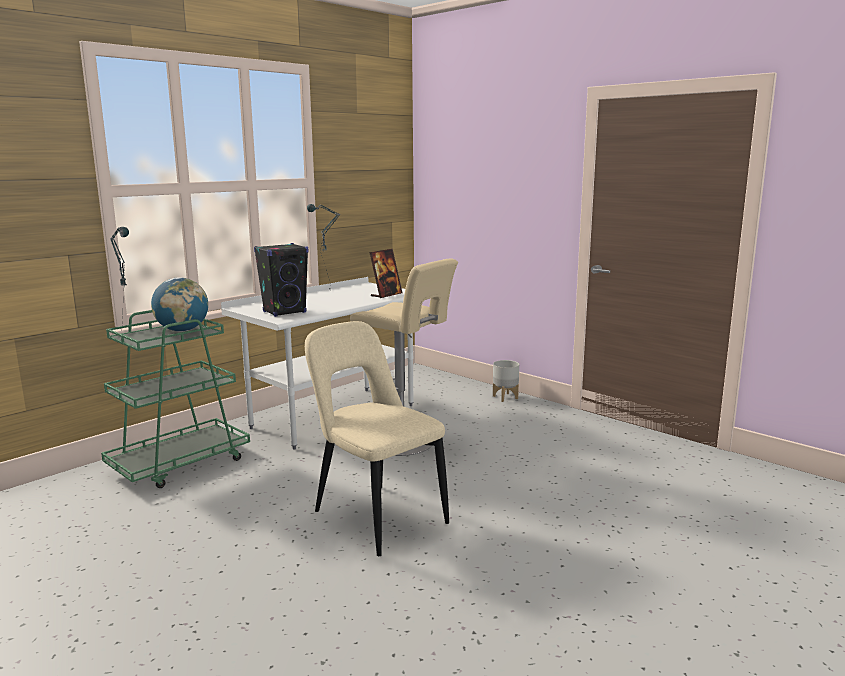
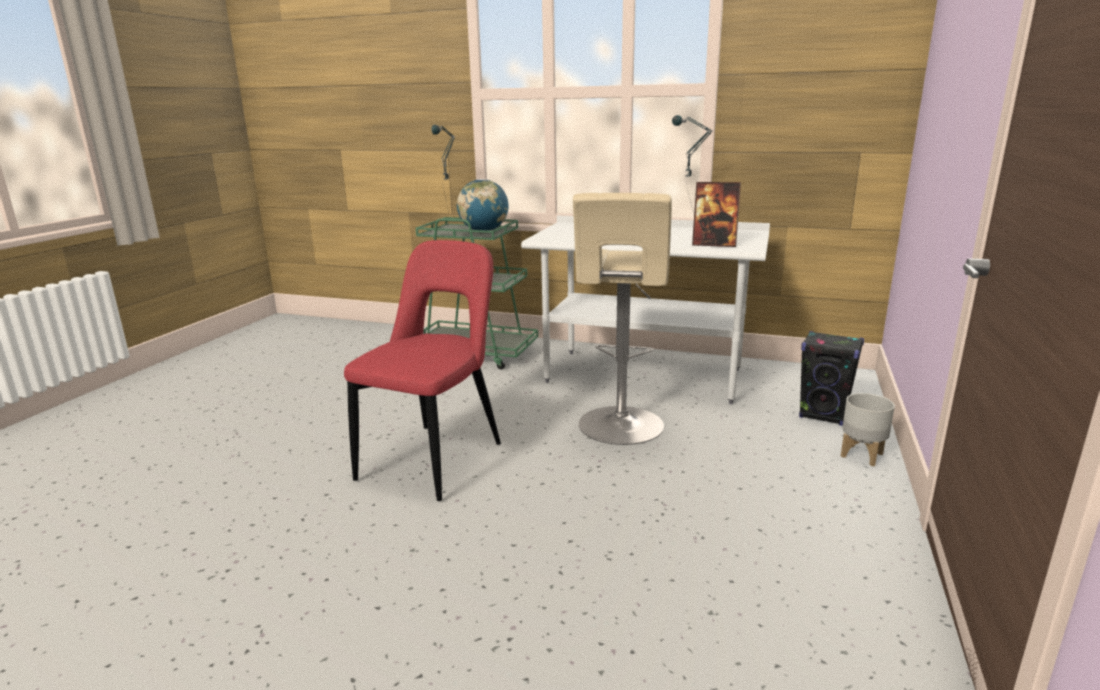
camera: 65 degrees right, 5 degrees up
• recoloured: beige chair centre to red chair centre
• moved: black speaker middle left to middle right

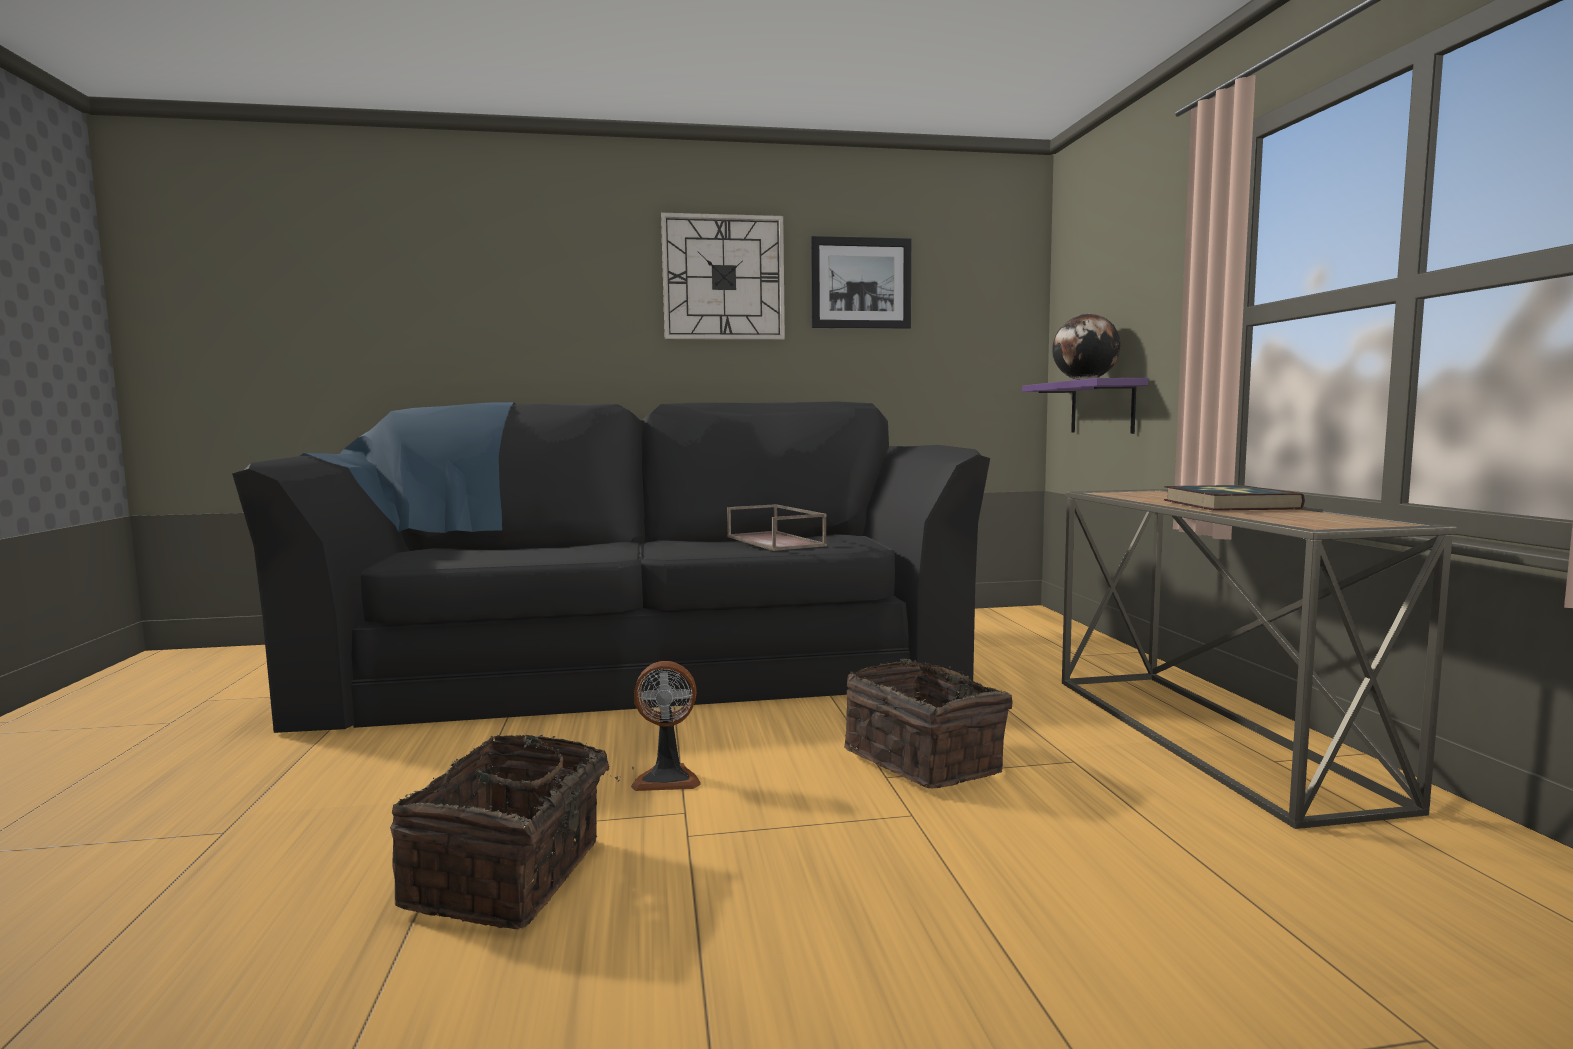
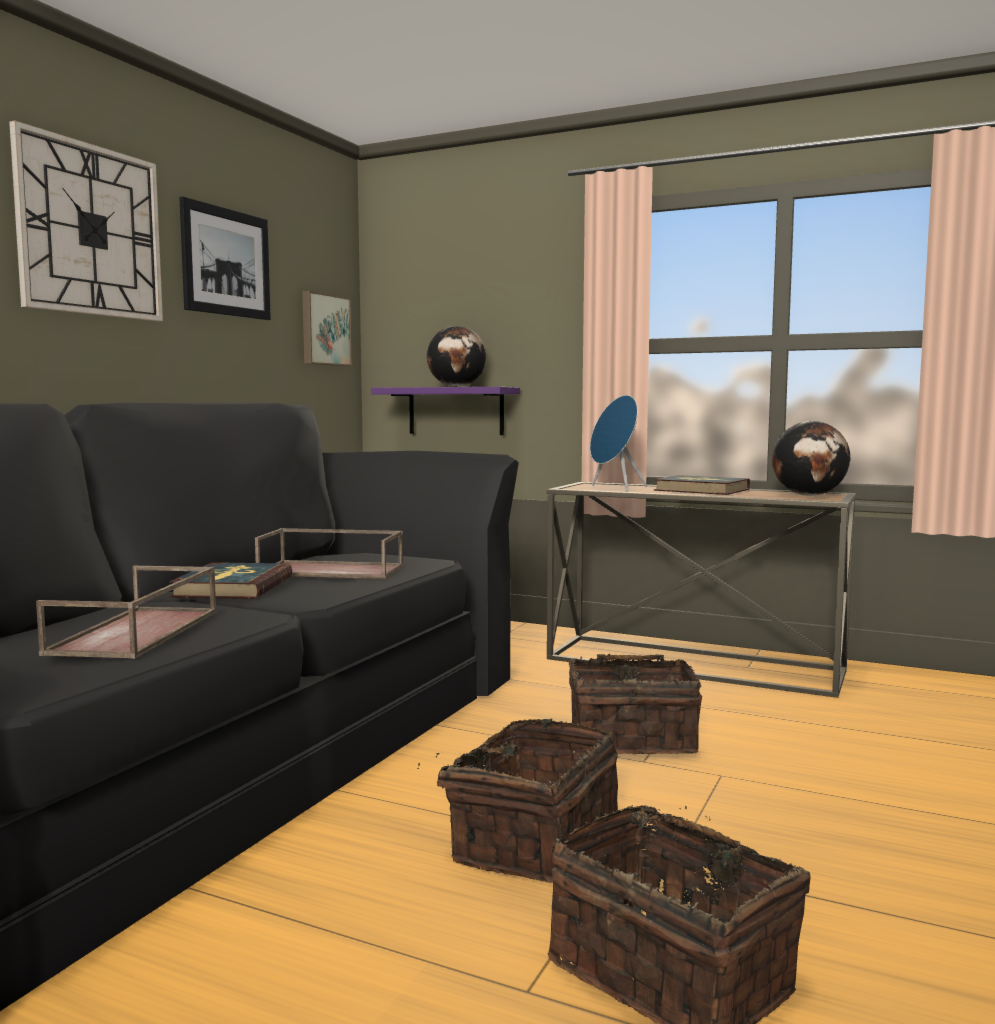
camera: 55 degrees left, 0 degrees up
• added: brown tray (1st from left) middle left
• added: book (1st from left) middle left
• added: picture (2nd from left) top left
• replaced: fan bottom centre to basket (1st from left) bottom centre
• added: blue speaker centre
• added: globe (2nd from left) middle right

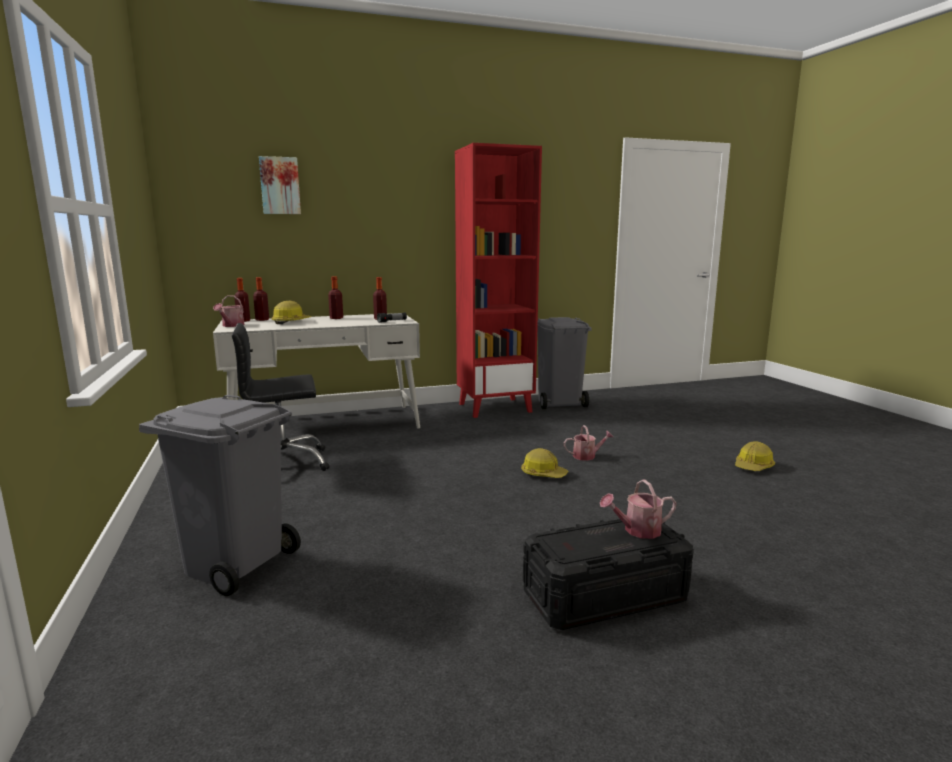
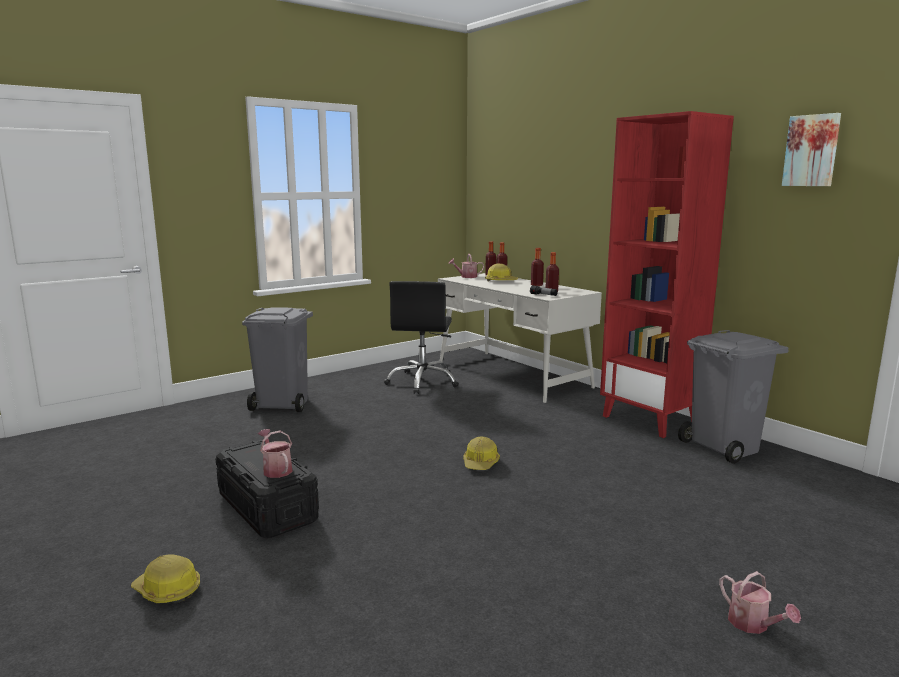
camera: 70 degrees right, 0 degrees up
• moved: hard hat (3rd from left in the first image) middle right to hard hat (1st from left) bottom left
• turned: black office chair middle left = centre 135 degrees counterclockwise
• moved: watering can (2nd from left in the first image) centre to watering can (3rd from left) bottom right
• moved: picture top left to top right

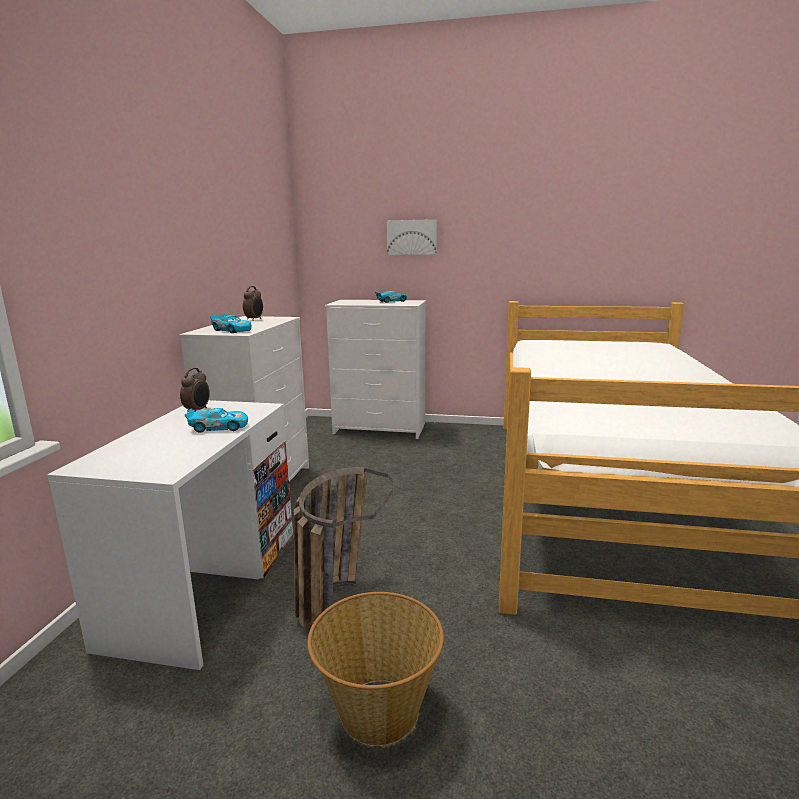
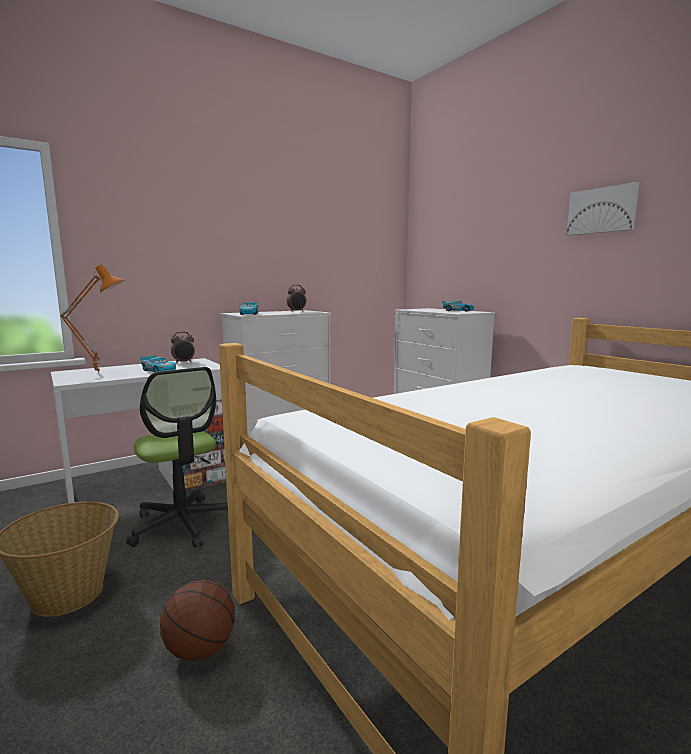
camera: 45 degrees right, 5 degrees down
• added: orange table lamp middle left
• replaced: basket (1st from left) bottom centre to office chair middle left
• added: basketball bottom left
• moved: picture top centre to top right

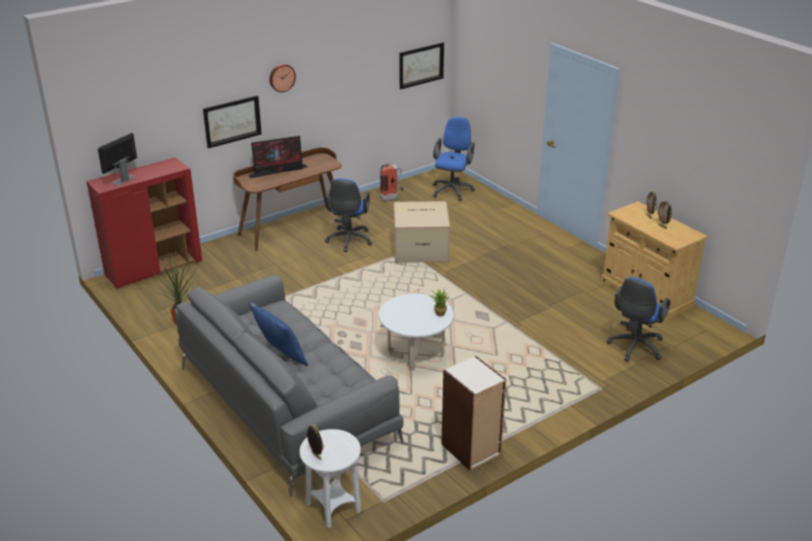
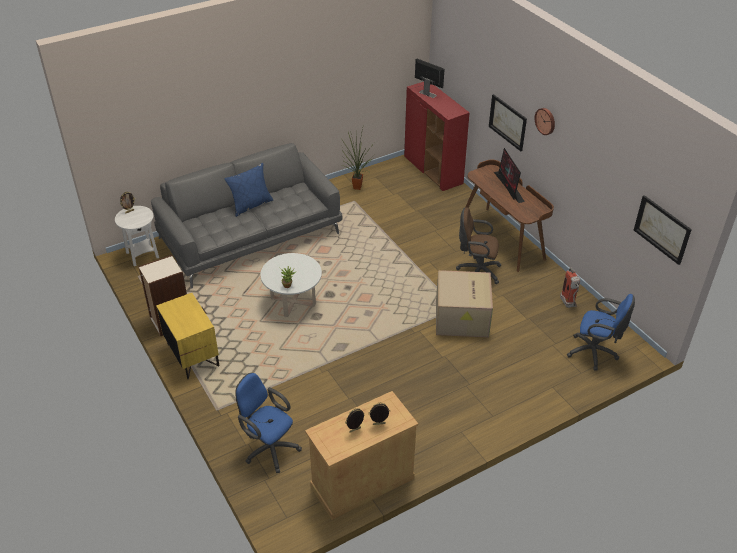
camera: 95 degrees right, 10 degrees up
• added: yellow nightstand middle left
• recoloured: blue office chair (1st from left) centre to brown office chair centre

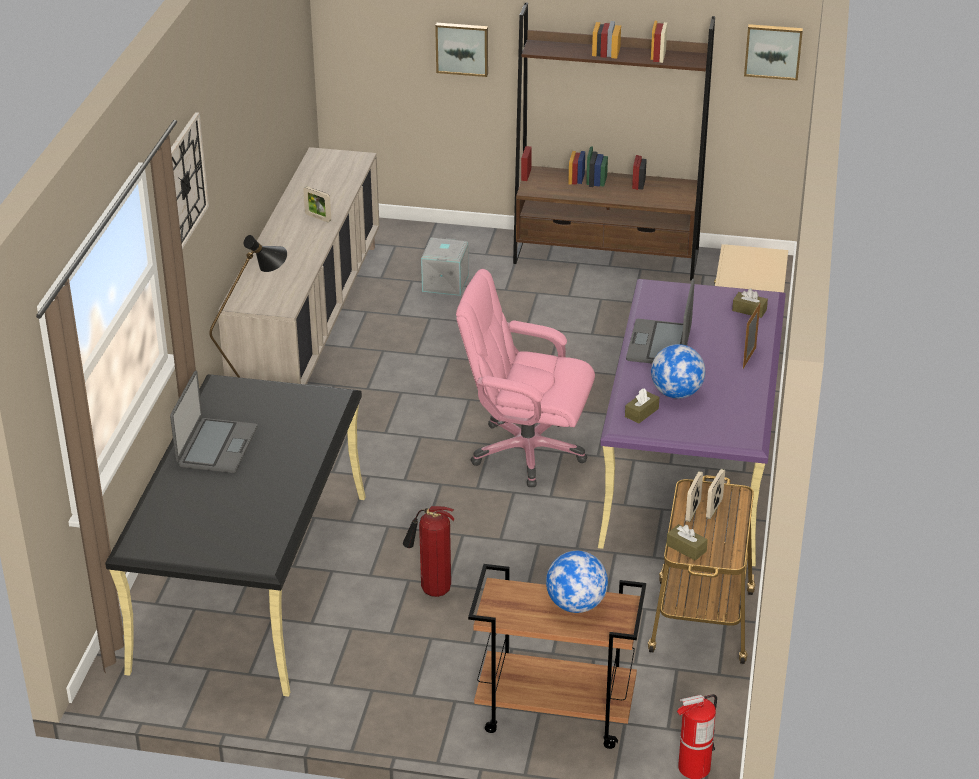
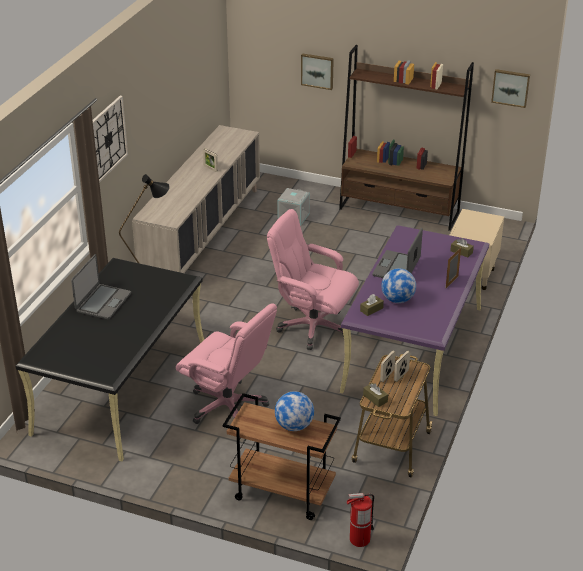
camera: 10 degrees right, 0 degrees up
• replaced: fire extinguisher (1st from left) bottom centre to pink office chair (1st from left) centre

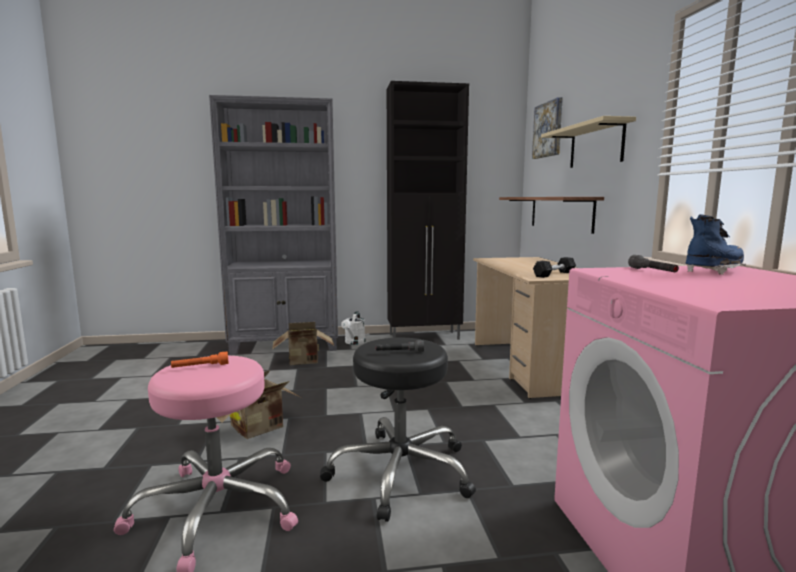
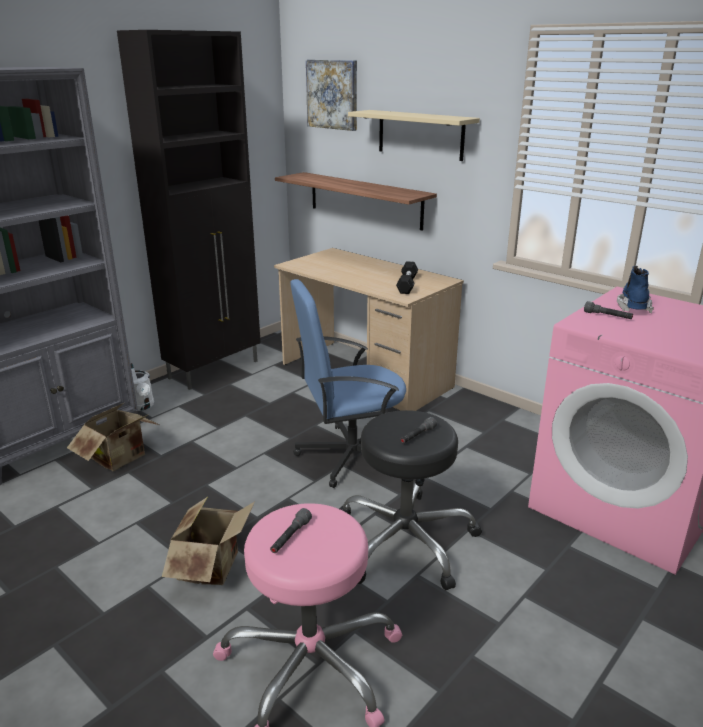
camera: 40 degrees left, 15 degrees up
• recoloured: orange flashlight middle left to grey flashlight (1st from left) bottom centre
• added: blue office chair centre

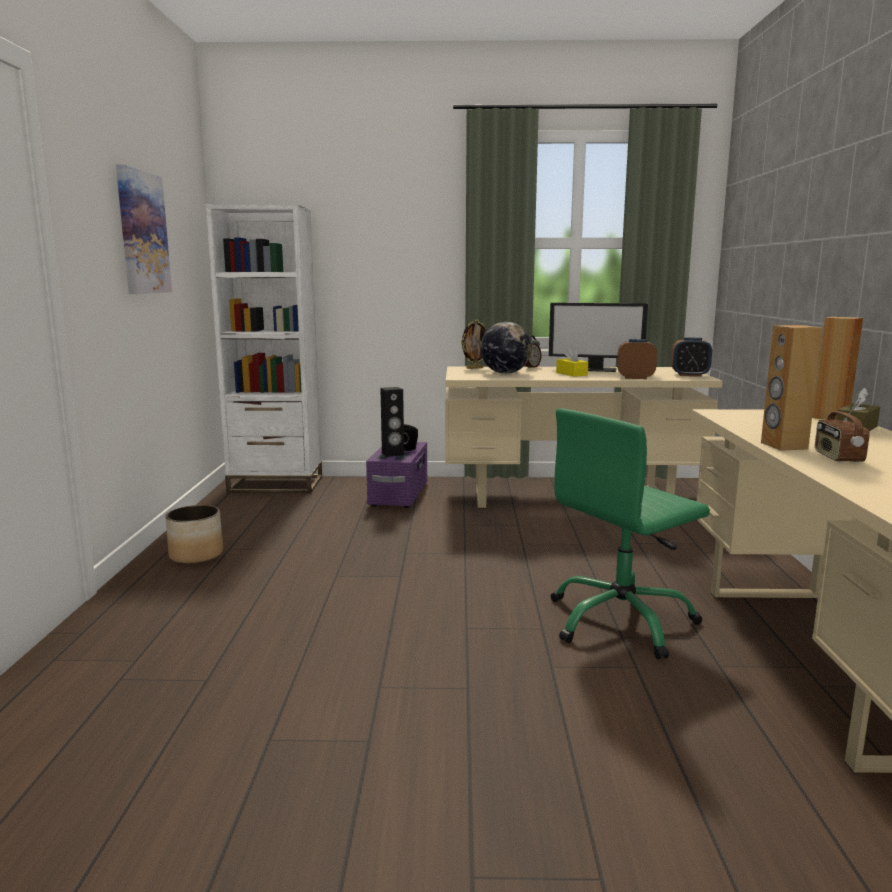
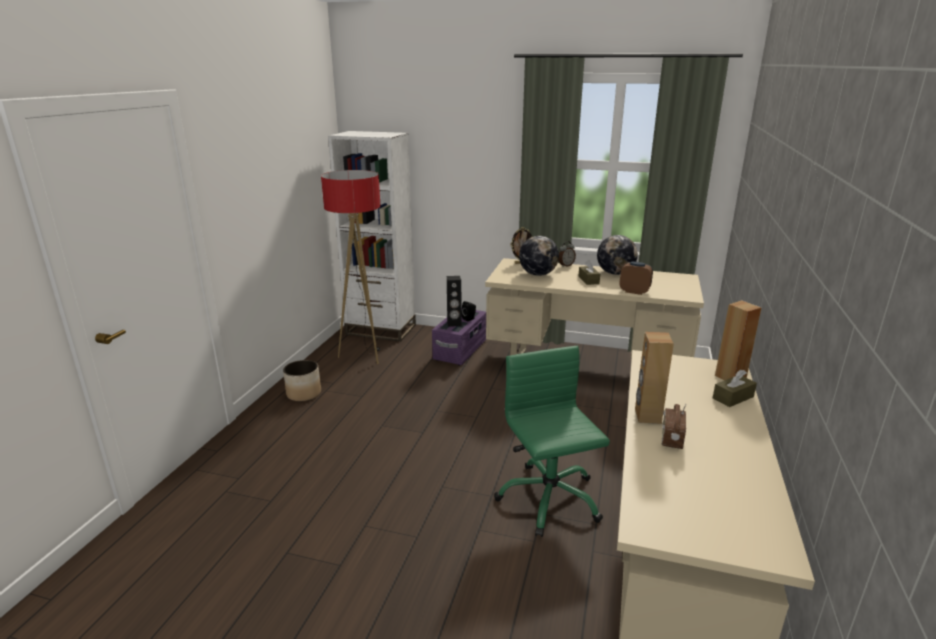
camera: 15 degrees right, 10 degrees up
• added: floor lamp centre
• turned: green office chair middle right = bottom centre 90 degrees clockwise
• recoloured: yellow tissue box centre to brown tissue box (1st from left) centre
• replaced: monitor middle right to globe (2nd from left) centre
• removed: picture top left
• removed: alarm clock (3rd from left) middle right

